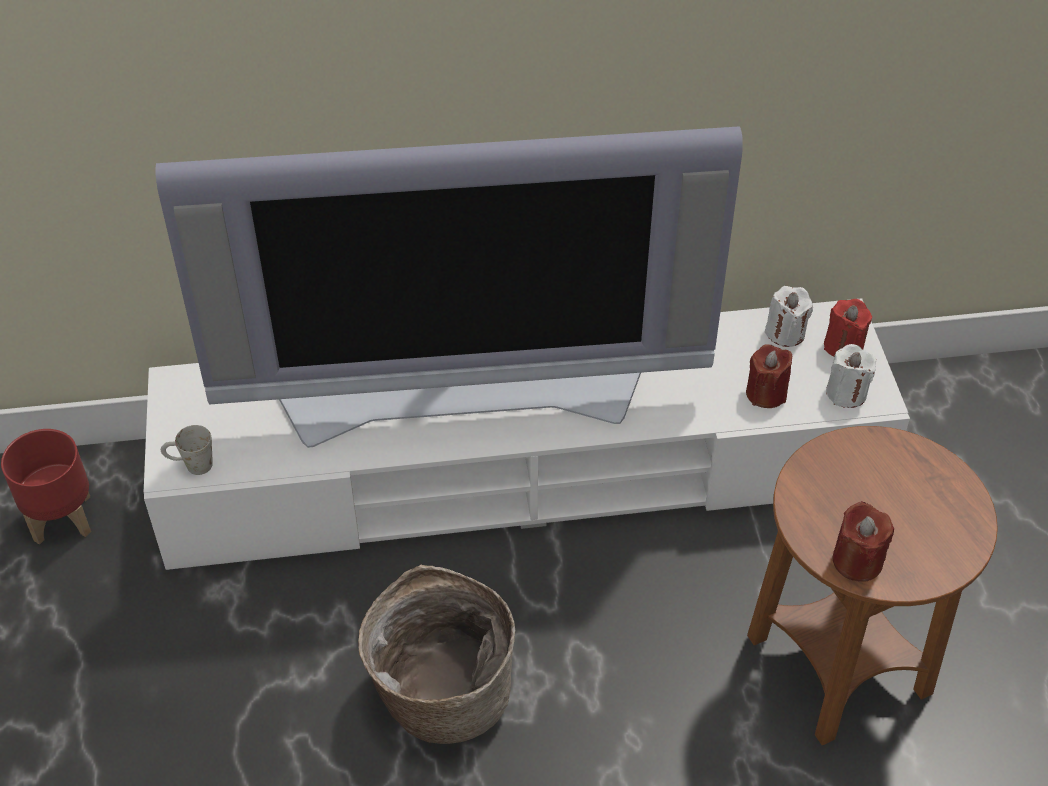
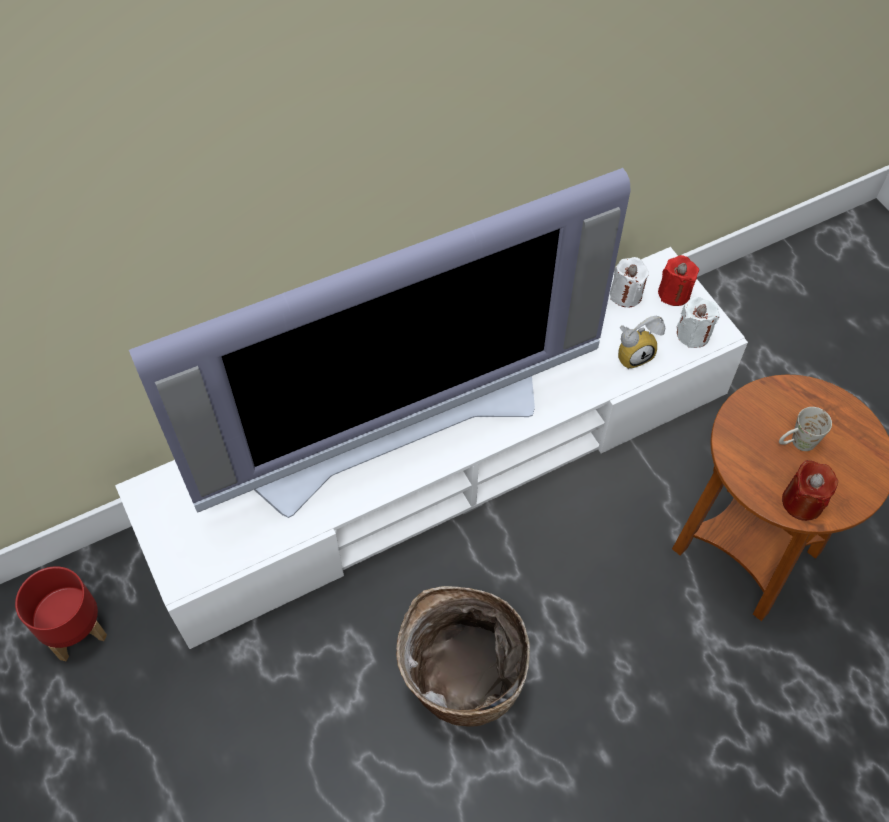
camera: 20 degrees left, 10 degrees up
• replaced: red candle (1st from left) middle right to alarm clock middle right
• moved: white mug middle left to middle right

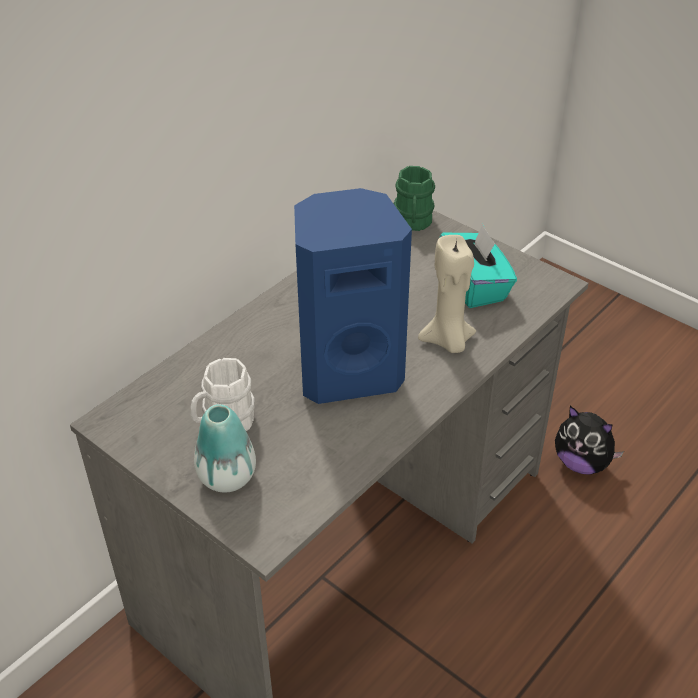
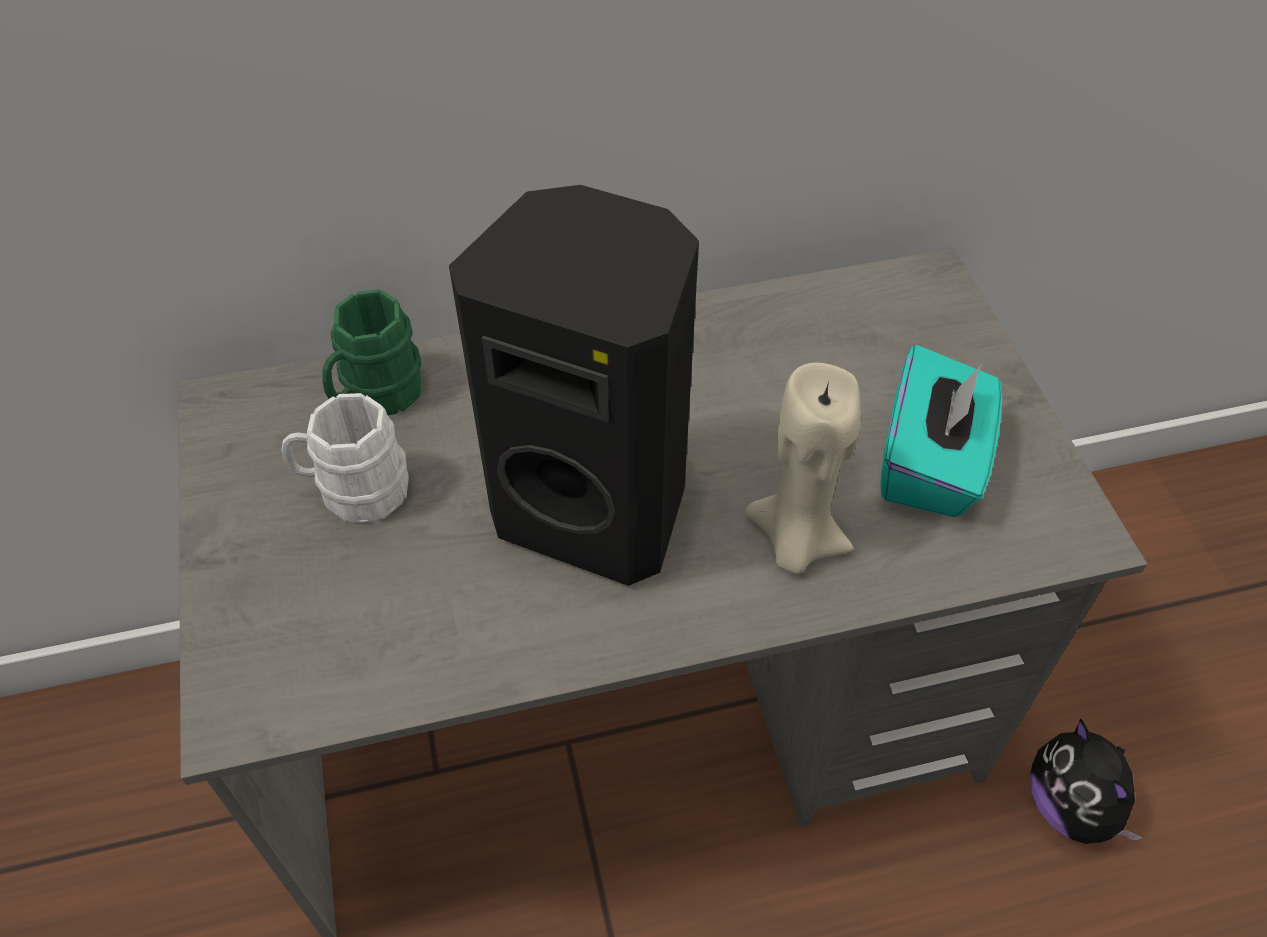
camera: 35 degrees right, 10 degrees up
• moved: green mug top centre to middle left
• recoloured: blue speaker centre to black speaker centre
• removed: vase middle left

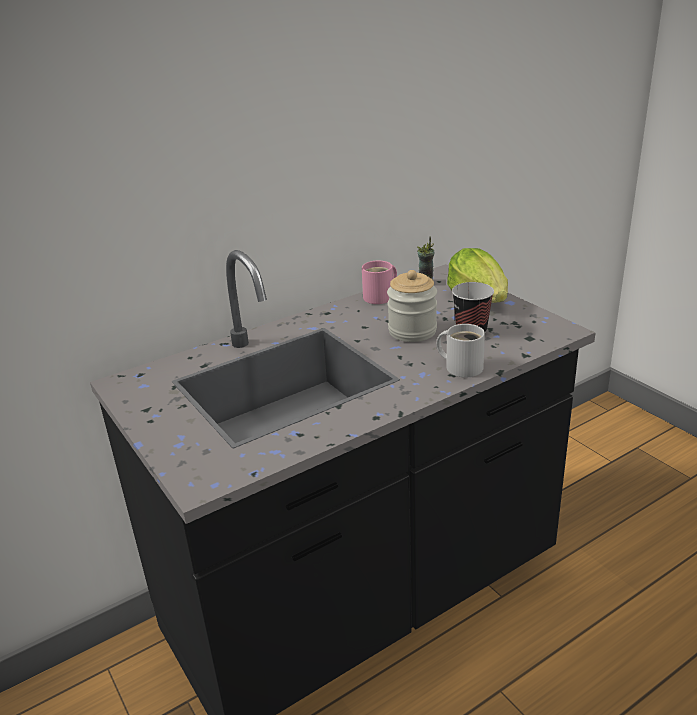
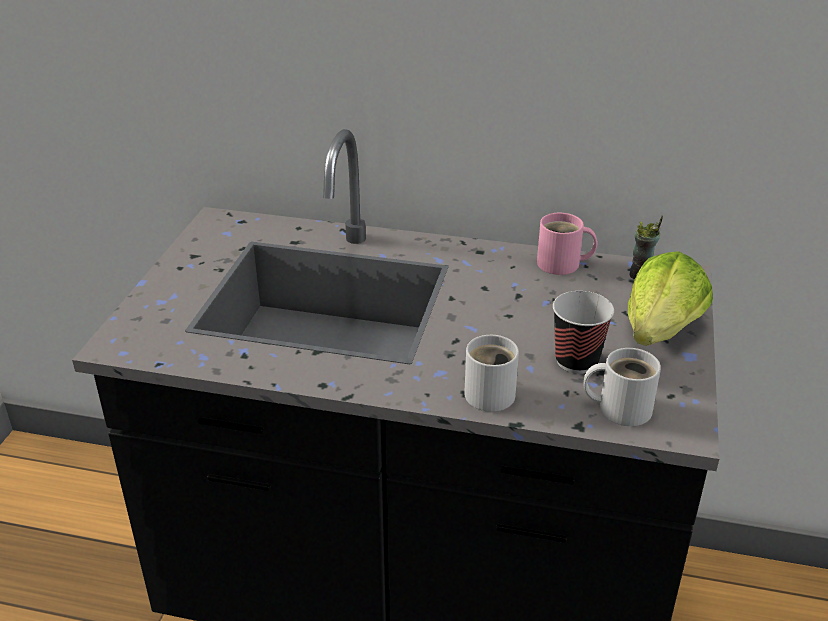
camera: 45 degrees right, 5 degrees up
• added: white mug (2nd from left) middle right
• removed: jar centre

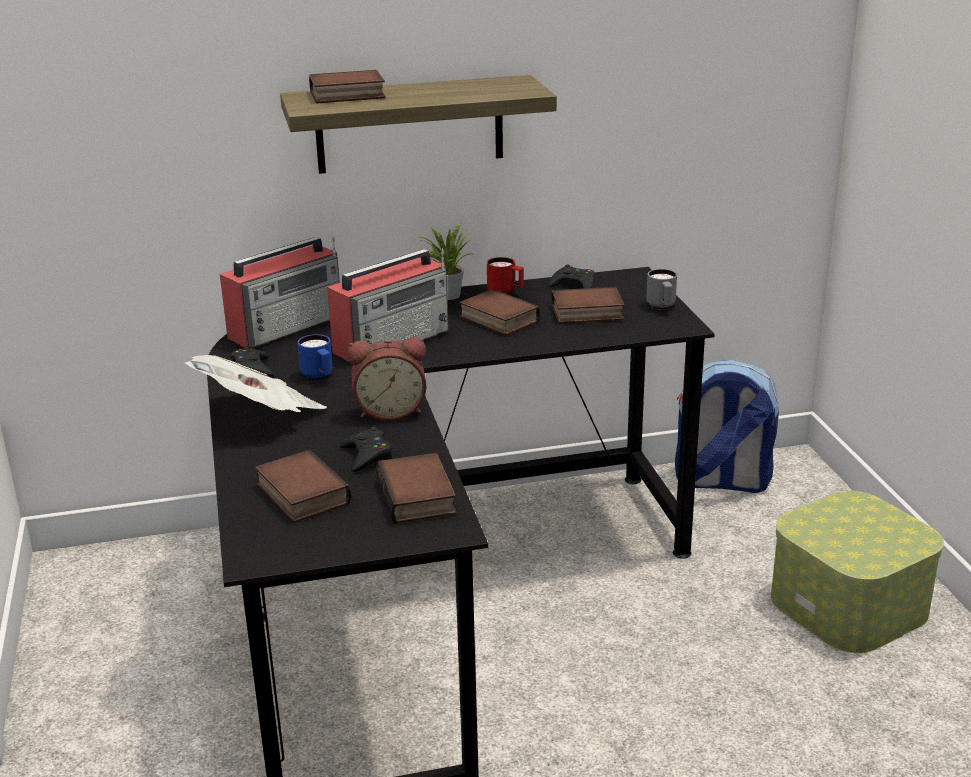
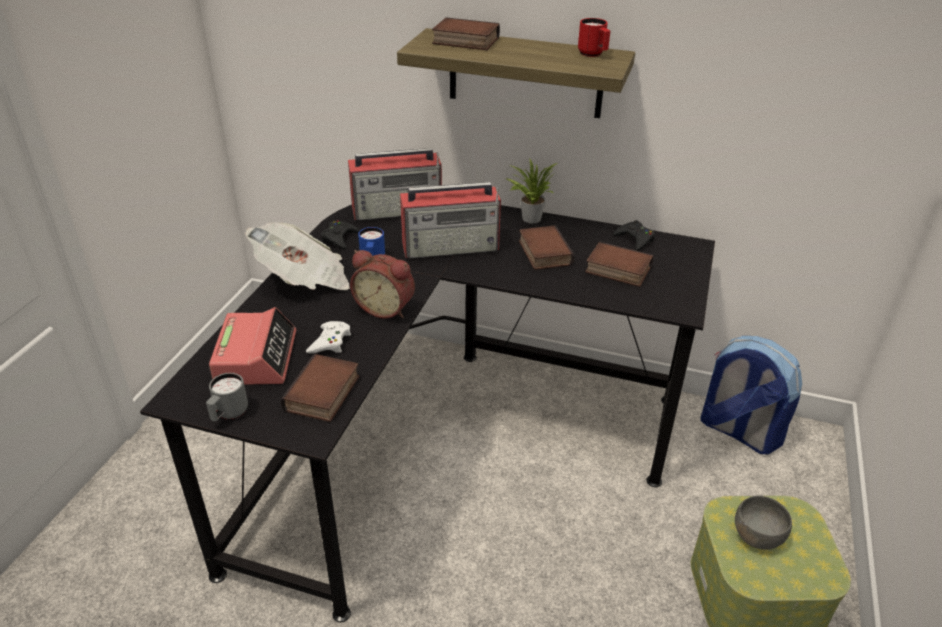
camera: 30 degrees right, 10 degrees up
• moved: grey mug middle right to middle left
• replaced: book (1st from left) middle left to alarm clock (1st from left) middle left
• recoloured: black game controller (2nd from left) centre to white game controller centre
• moved: red mug centre to top centre
• added: grey bowl bottom right

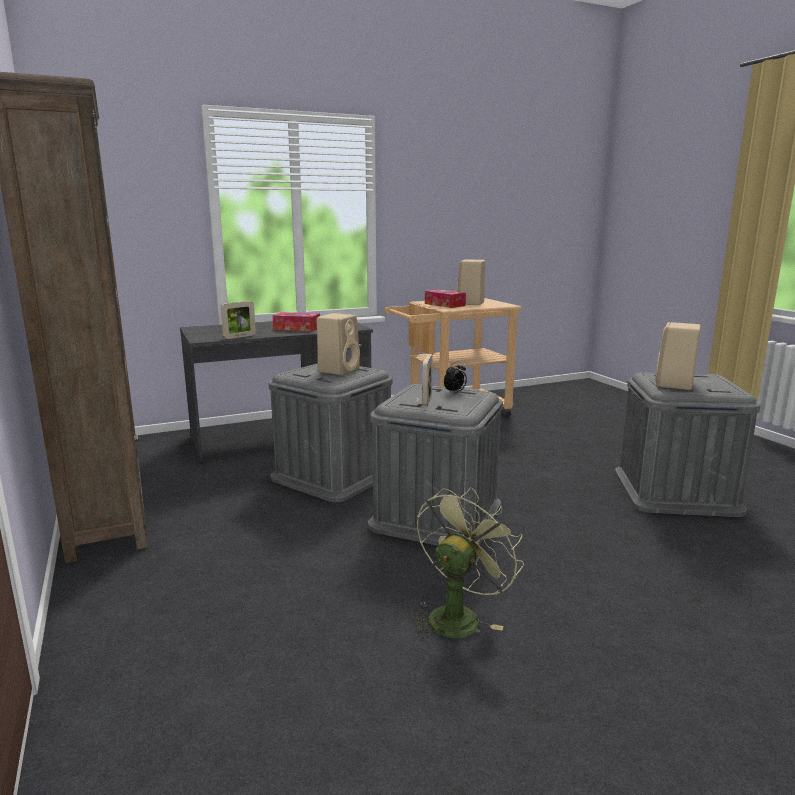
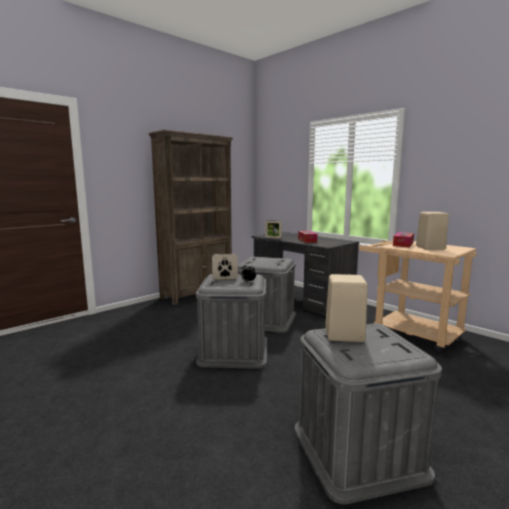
camera: 70 degrees right, 5 degrees down
• removed: beige speaker (1st from left) centre
• removed: green fan bottom centre

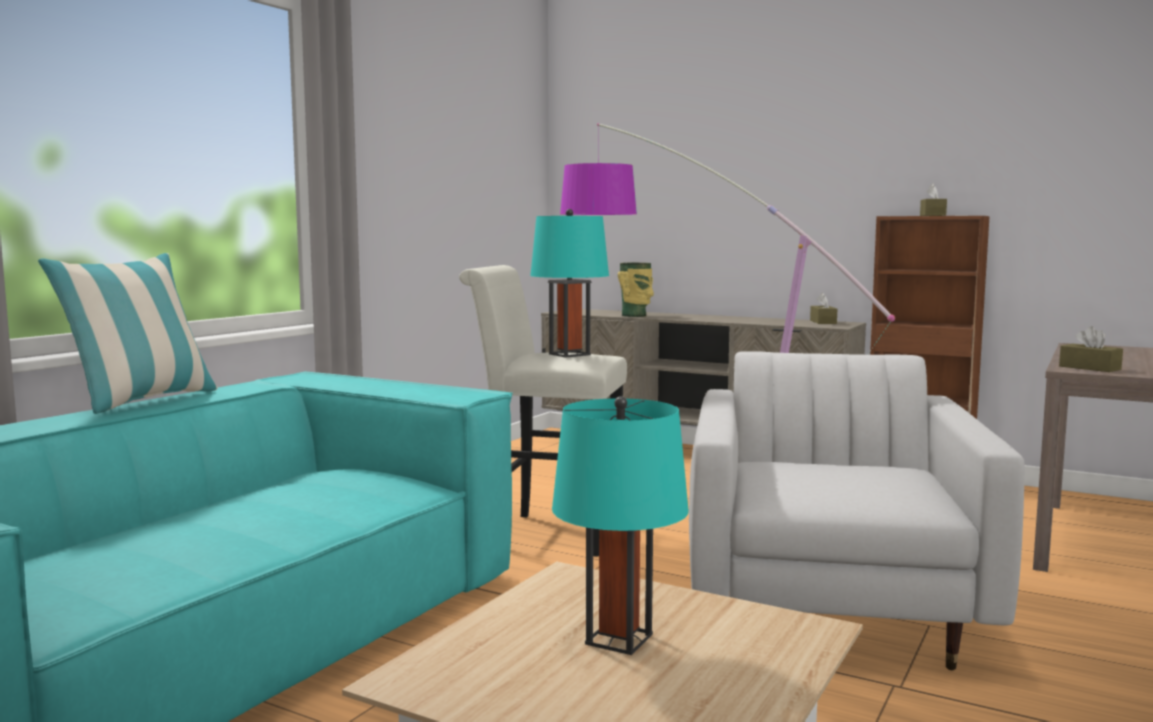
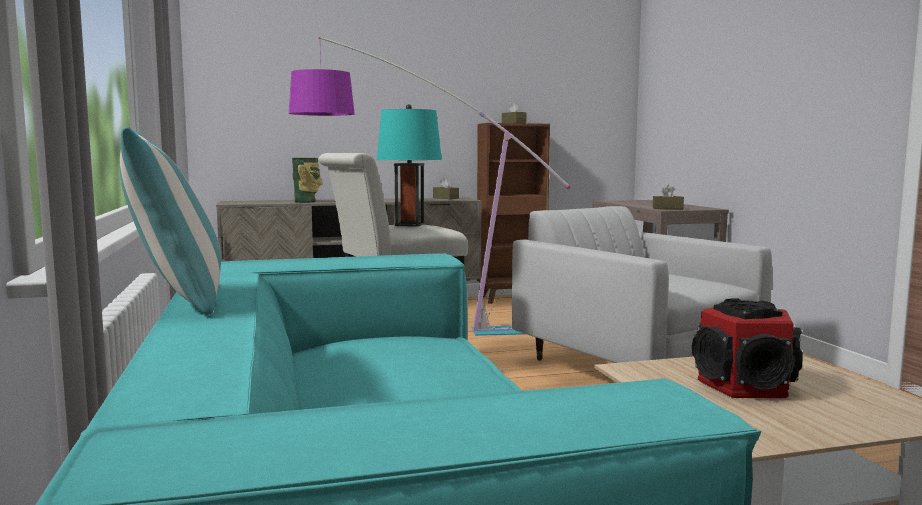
camera: 45 degrees left, 0 degrees up
• replaced: turquoise table lamp (2nd from left) bottom centre to speaker bottom right

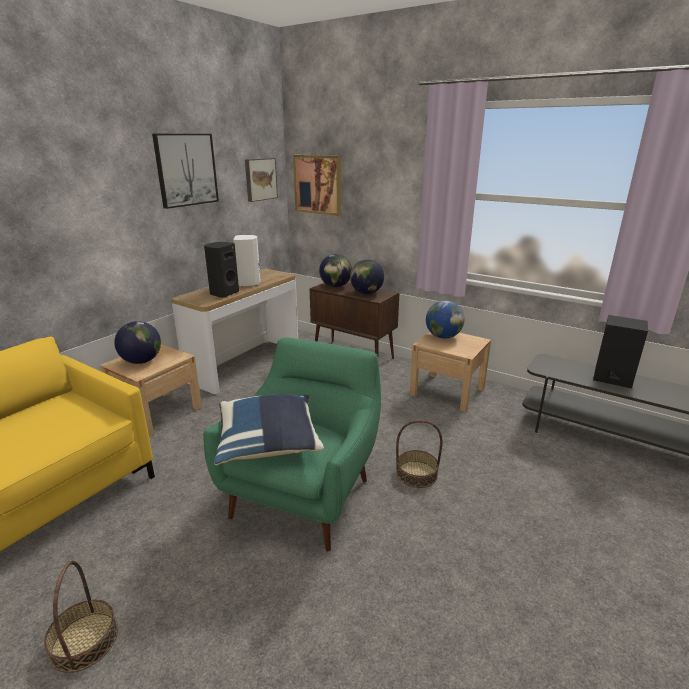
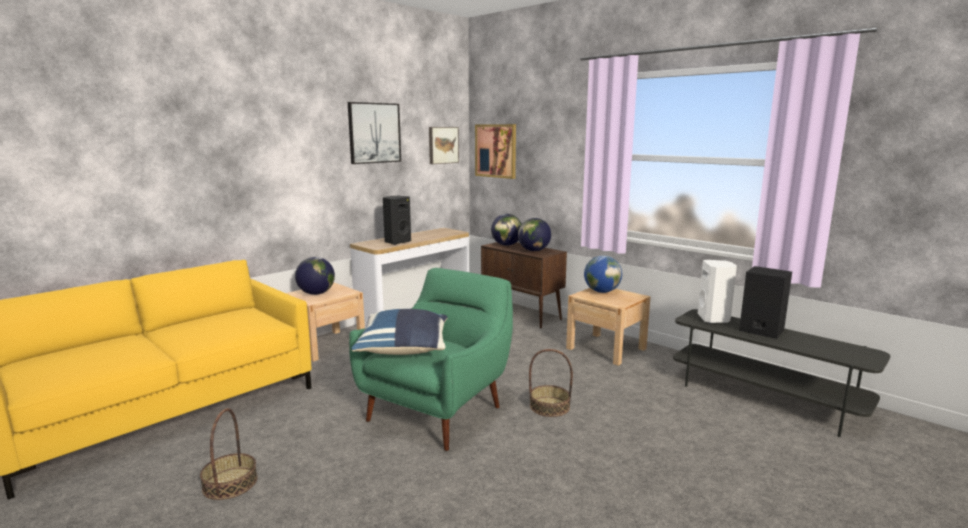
camera: 10 degrees right, 10 degrees down
• moved: white speaker centre to middle right

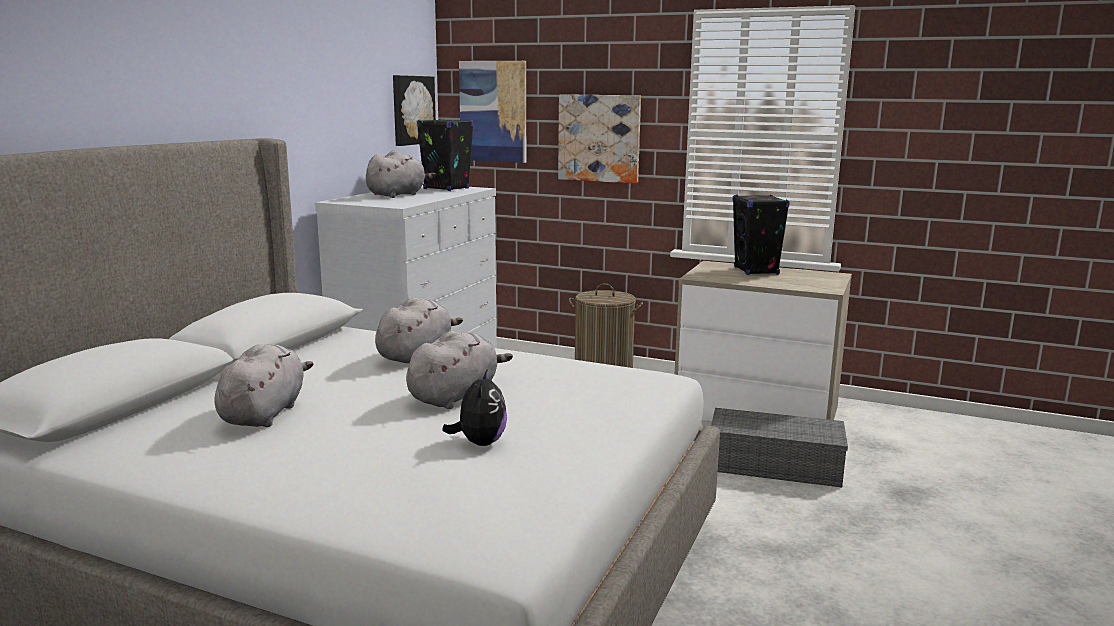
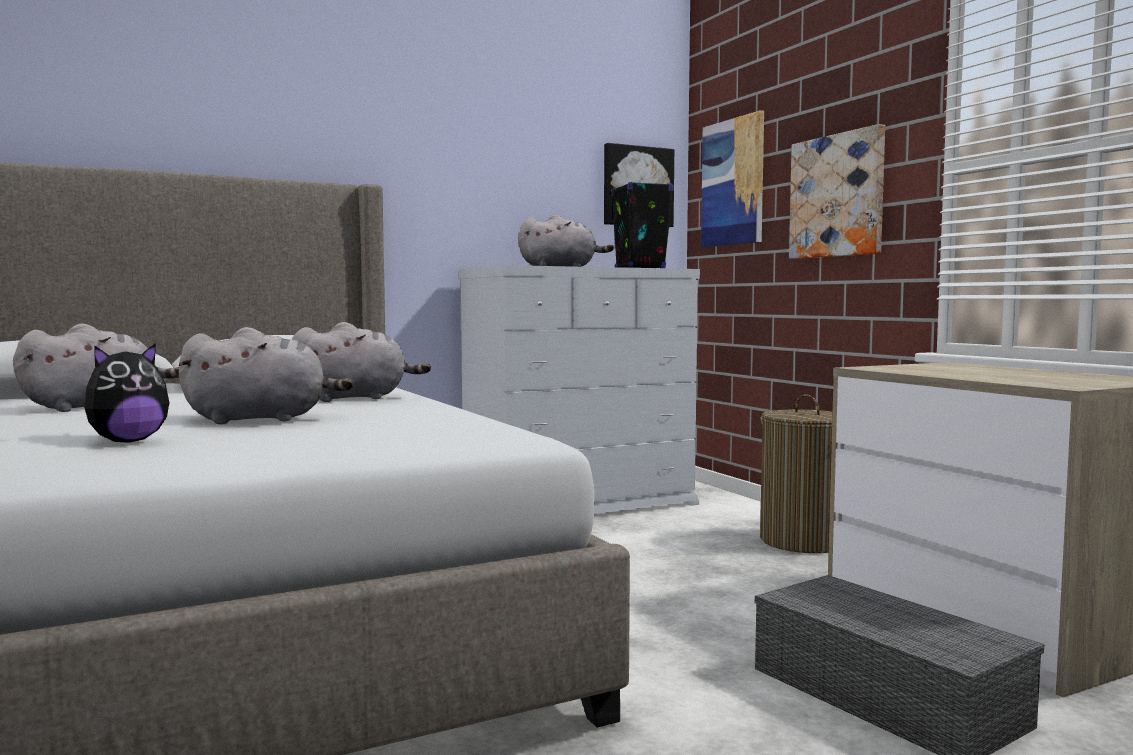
camera: 40 degrees right, 10 degrees down
• removed: black speaker (2nd from left) middle right

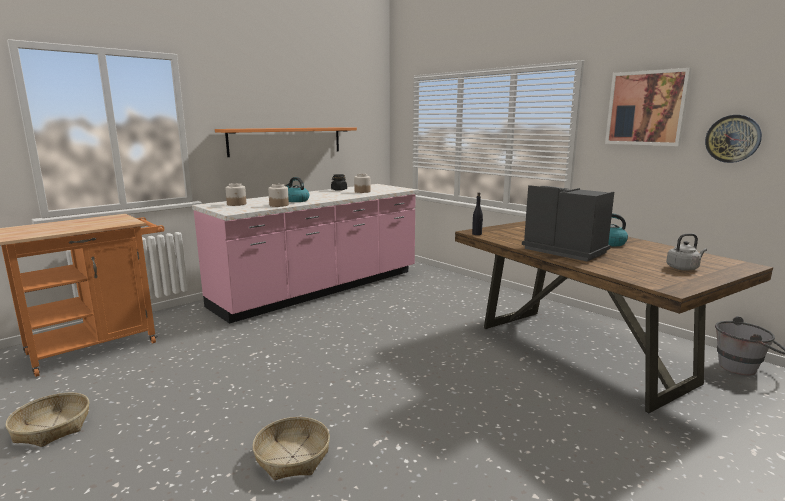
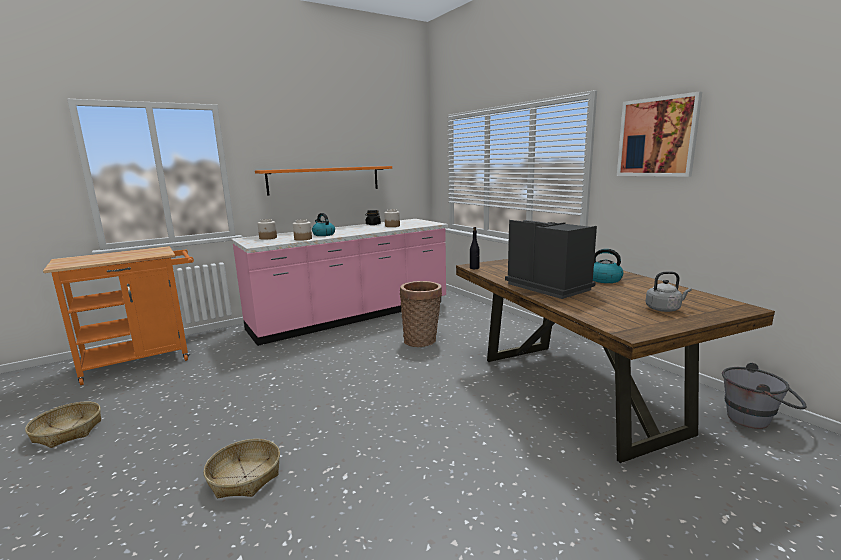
camera: 10 degrees right, 0 degrees up
• added: basket (3rd from left) centre
• removed: wall clock top right

